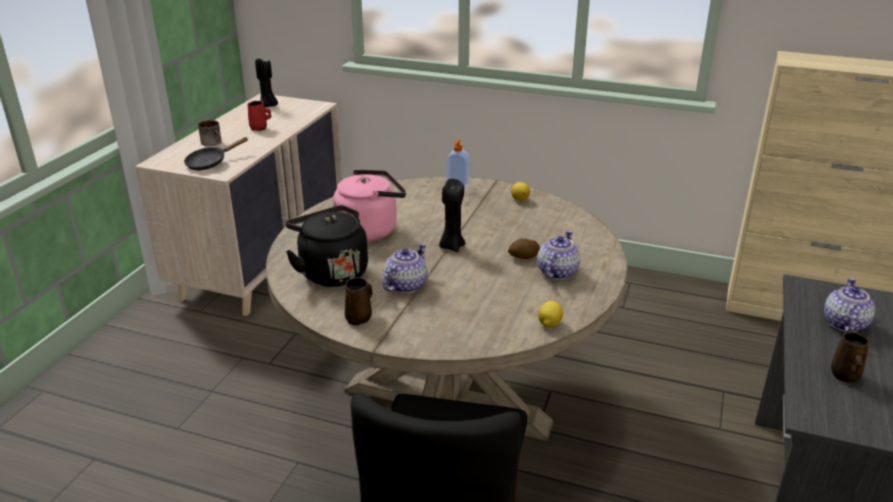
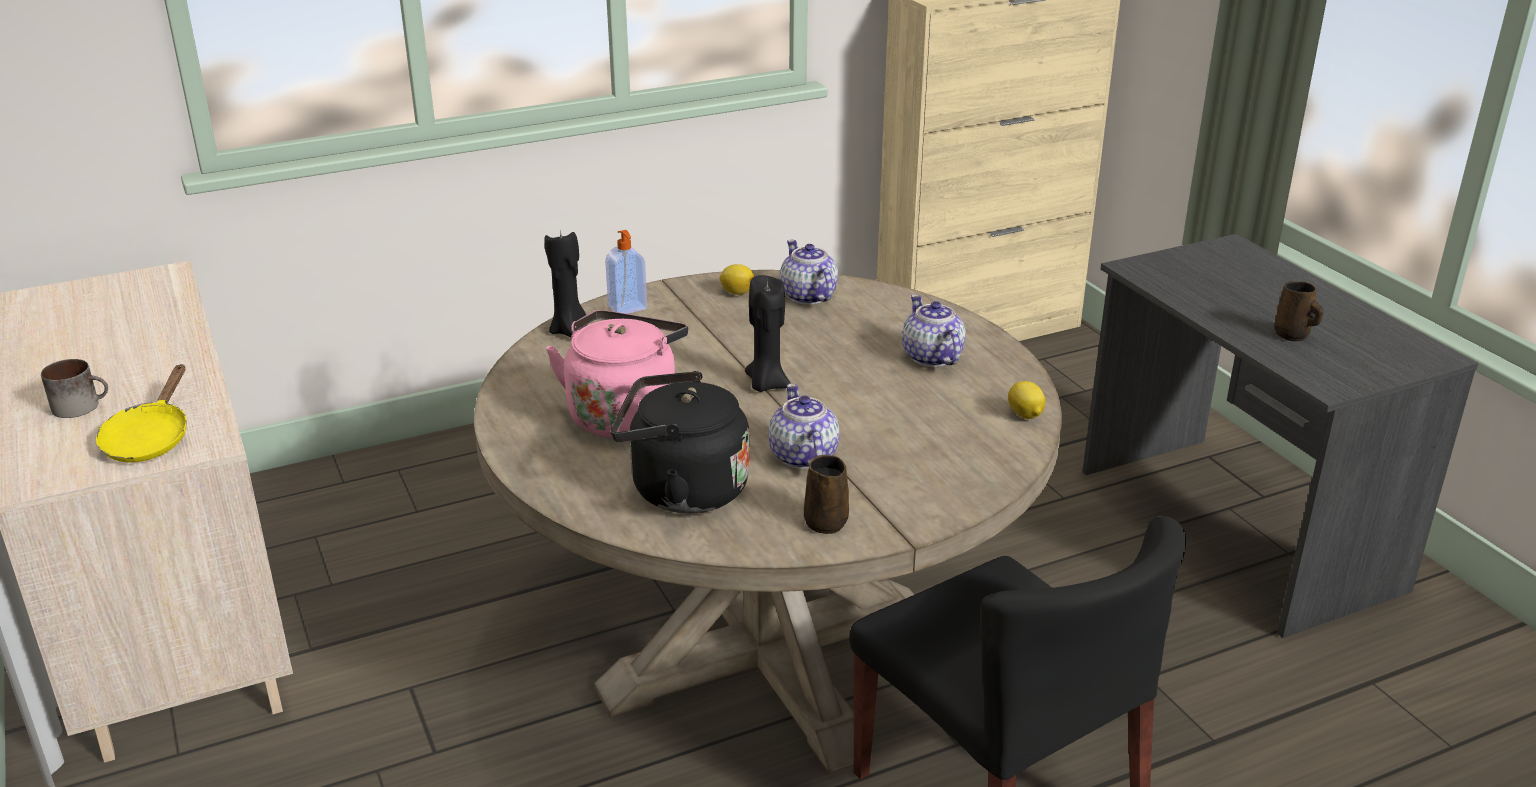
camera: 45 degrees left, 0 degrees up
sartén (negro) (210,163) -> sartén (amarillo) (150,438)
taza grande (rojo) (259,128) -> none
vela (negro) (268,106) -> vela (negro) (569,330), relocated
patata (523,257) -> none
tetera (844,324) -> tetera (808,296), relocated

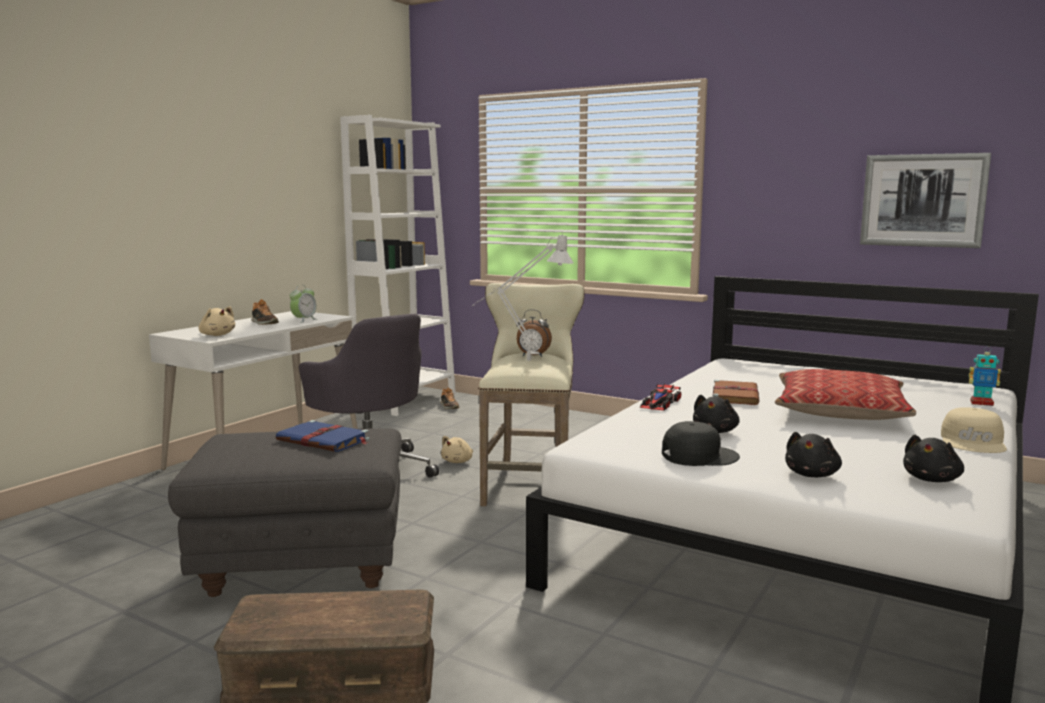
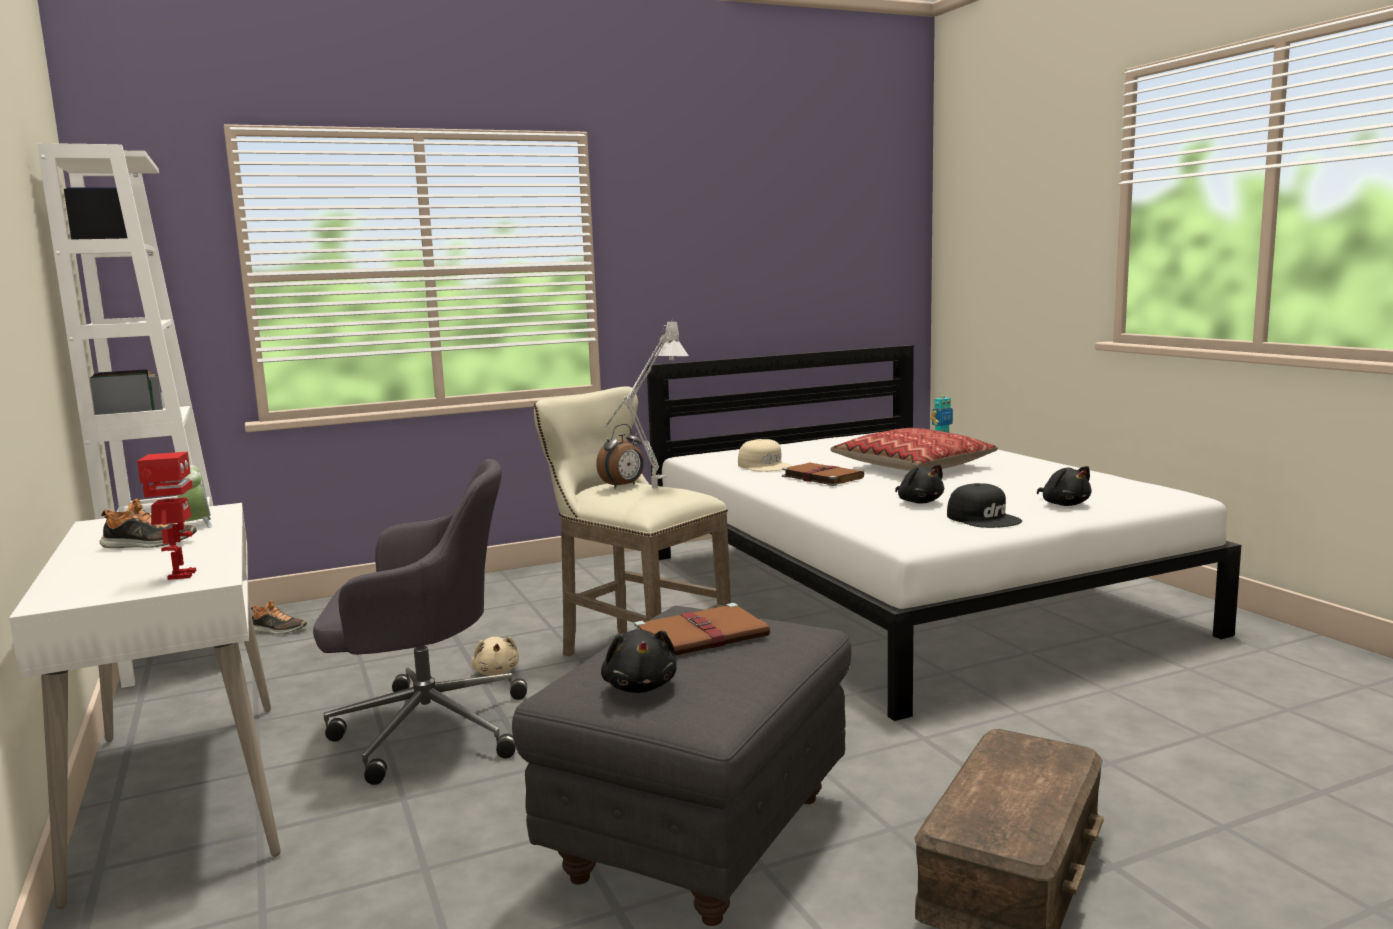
camera: 55 degrees left, 0 degrees up
peluche (beis) (217,335) -> robot de juguete (180,575)
libro (azul) (324,440) -> libro (marrón) (703,636)
coche de juguete (660,403) -> none
gorra (negro) (698,456) -> gorra (negro) (984,518), 120 degrees clockwise
cuadro (923,200) -> none
peluche (negro) (932,479) -> peluche (negro) (640,686), relocated
gorra (beis) (974,442) -> gorra (beis) (765,466), relocated

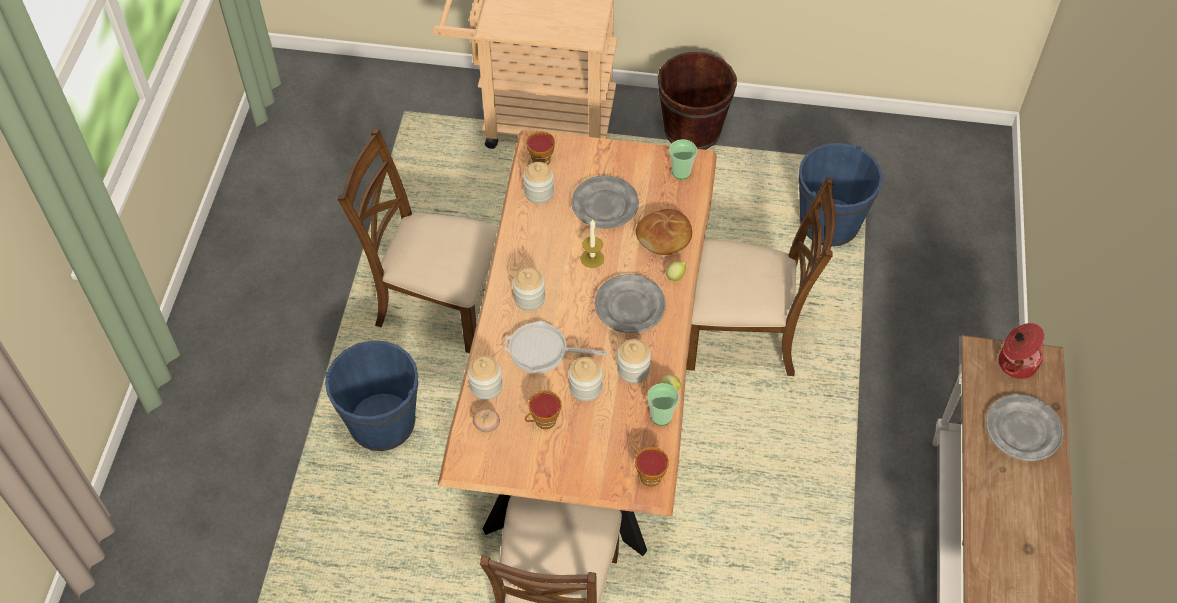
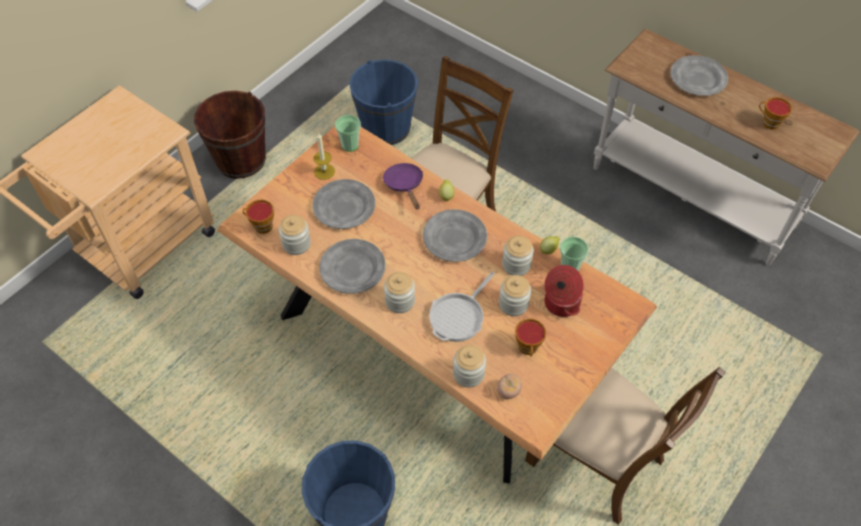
camera: 60 degrees left, 0 degrees up
silla (marrón) (438,304) -> none
vela (592,258) -> vela (324,171), relocated
taza (650,474) -> taza (768,122), relocated
pan (664,237) -> sartén (morado) (404,185)
olla (1016,363) -> olla (560,303), relocated
none -> plato (gris) (353,268)

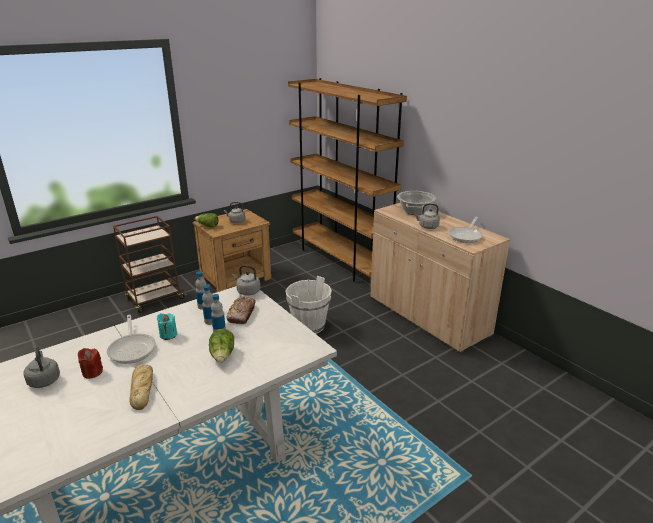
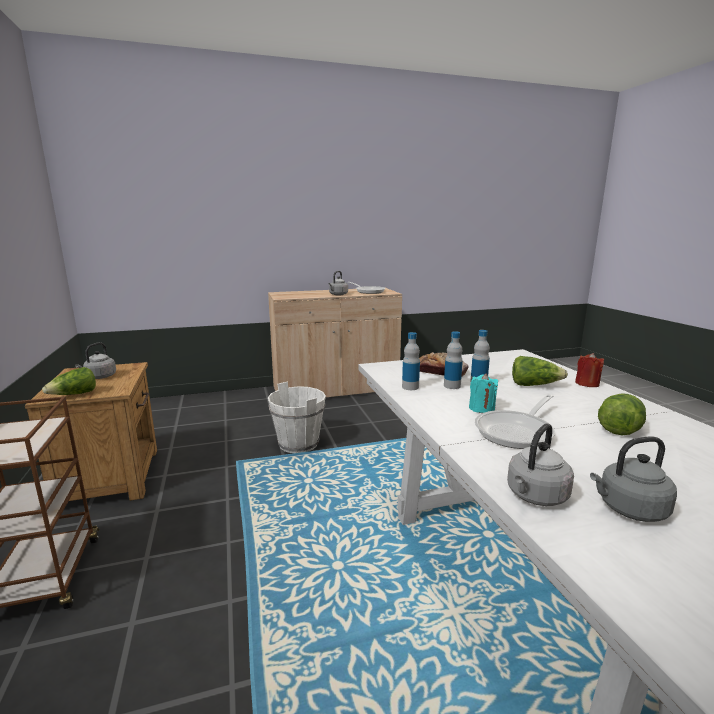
camera: 70 degrees left, 10 degrees down
vela (rojo) (92,372) -> vela (rojo) (587,383), relocated
sartén (132,348) -> sartén (517,431), 135 degrees clockwise
pan (142,389) -> lechuga (619,427)
hervidor (gris) (247,291) -> hervidor (gris) (535,496), relocated
estantería (marrón) (340,260) -> none
olla (415,211) -> none

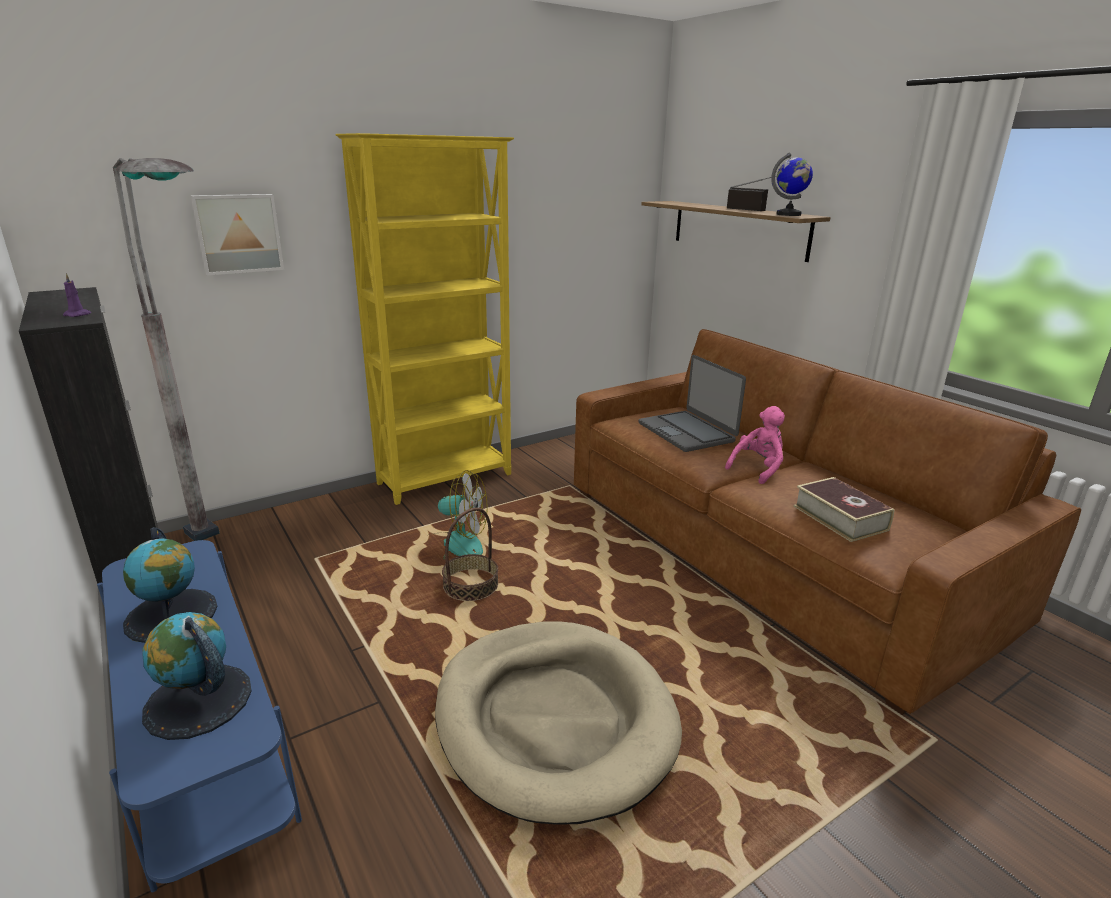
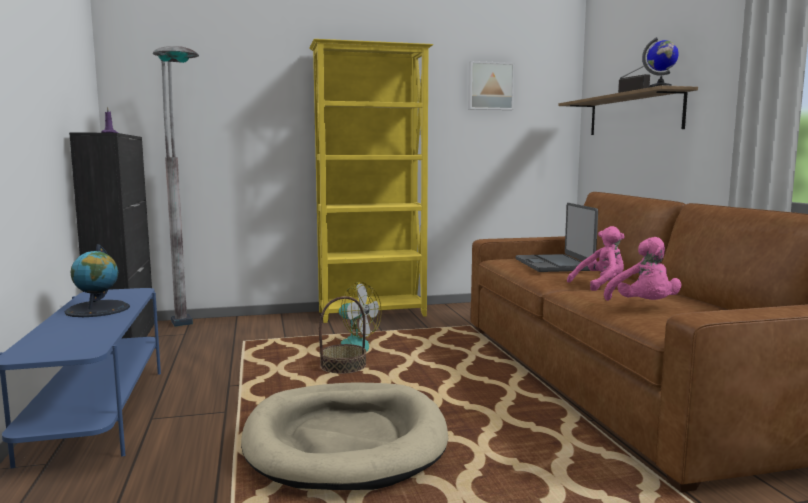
camera: 20 degrees right, 15 degrees down
globo terráqueo (198,701) -> none
cuadro (238,233) -> cuadro (490,86), relocated
libro (840,518) -> peluche (rosa) (643,306)

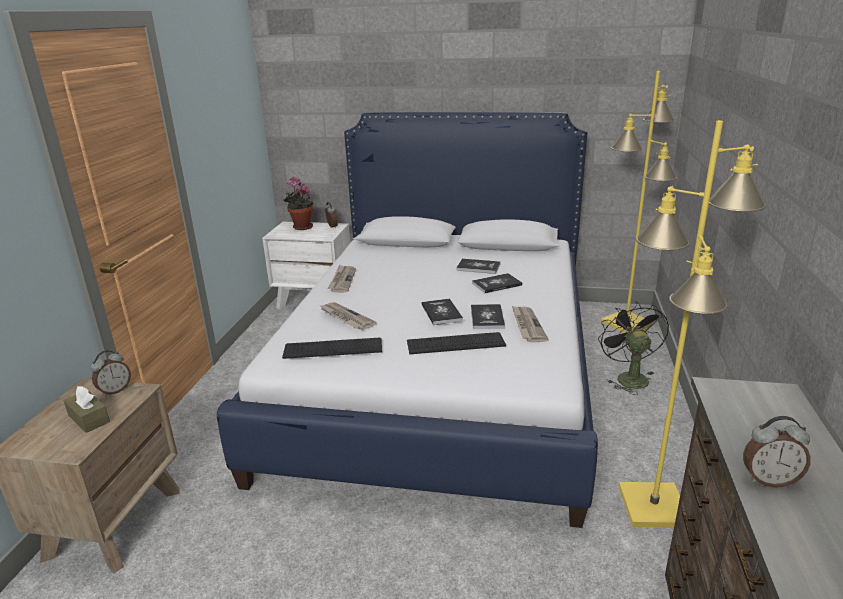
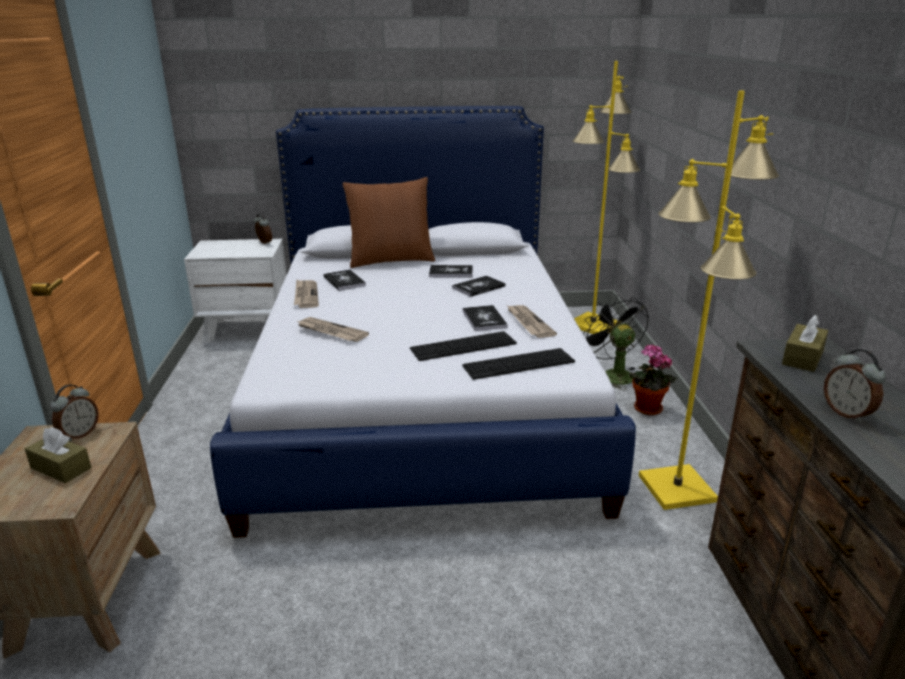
camera: 15 degrees left, 0 degrees up
teclado (333,348) -> teclado (518,364), relocated
planta en maceta (301,227) -> planta en maceta (646,410), relocated
libro (441,312) -> libro (344,281), relocated
despertador (769,480) -> despertador (847,413), 75 degrees clockwise
none -> cojín (marrón) (391,260)
none -> caja de pañuelos (marrón) (802,357)

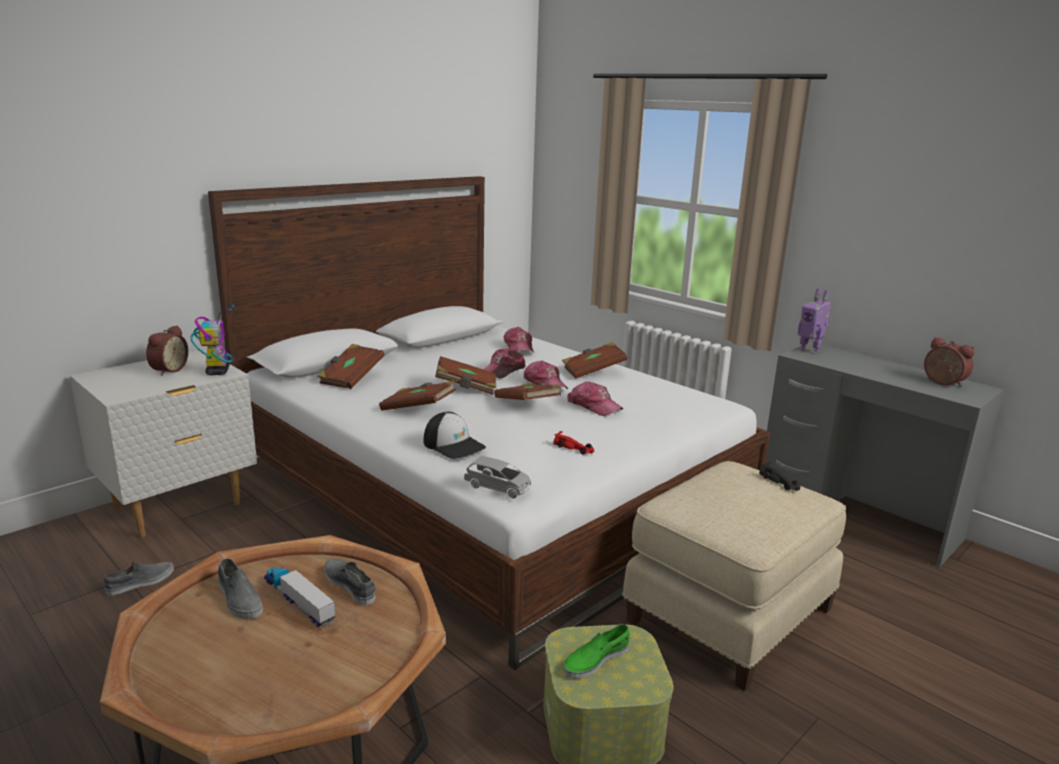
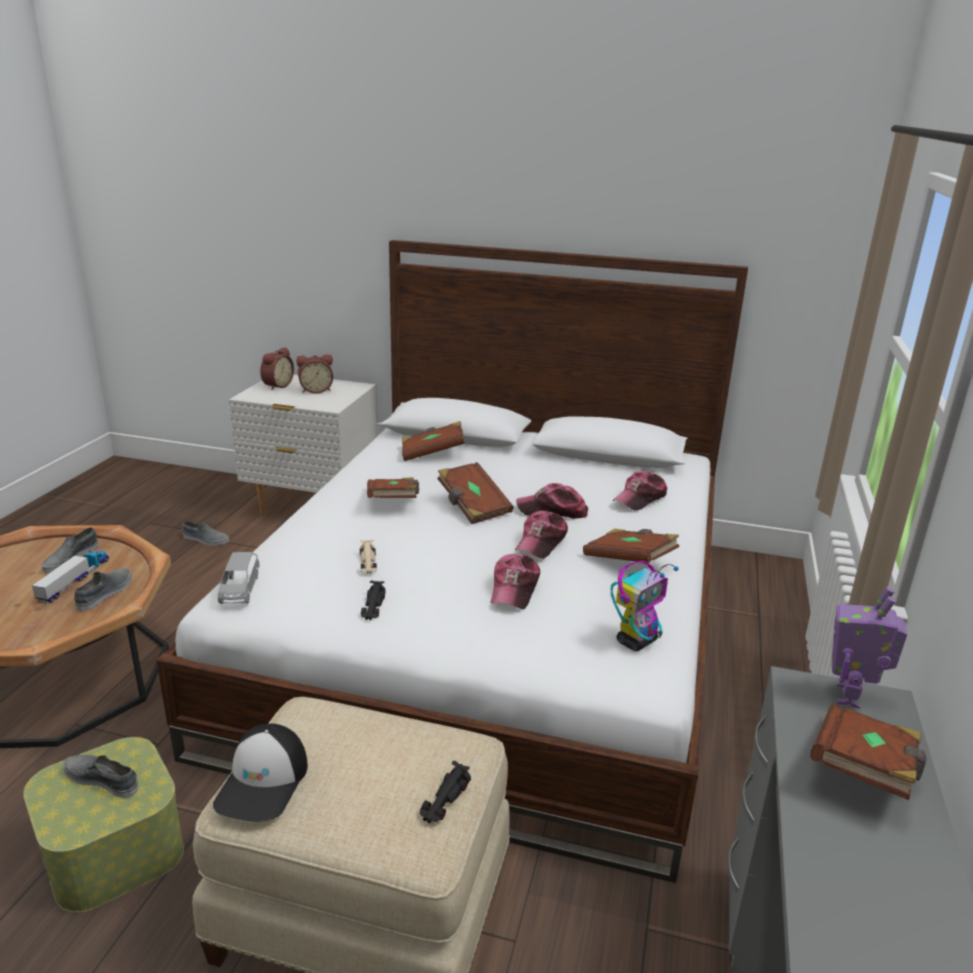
camera: 60 degrees right, 5 degrees up
robot de juguete (218,371) -> robot de juguete (637,641), relocated
gorra (454,445) -> gorra (263,783), relocated
libro (marrón) (527,405) -> libro (marrón) (864,770), relocated
coche de juguete (rojo) (574,448) -> coche de juguete (negro) (373,606)
zapato (verde) (595,659) -> zapato (gris) (102,779)
despertador (942,383) -> despertador (276,385), relocated
none -> coche de juguete (beis) (368,562)

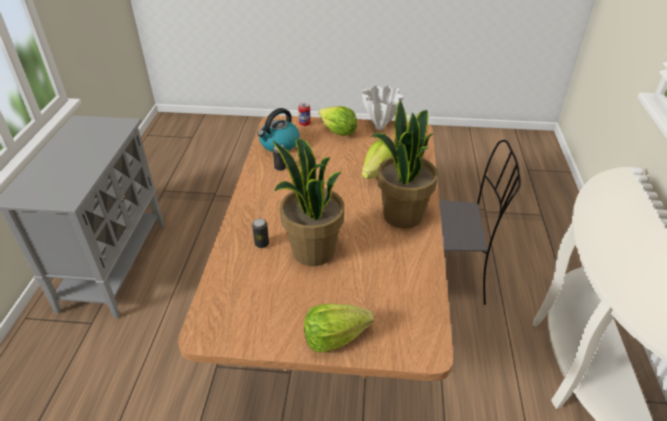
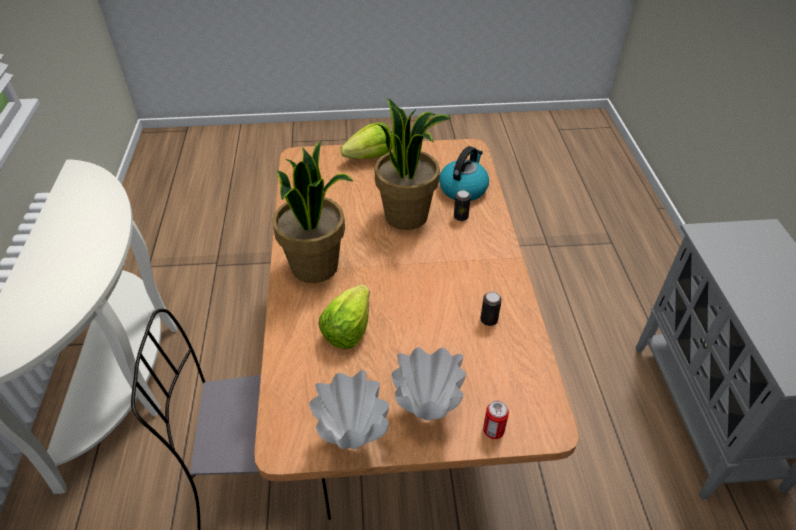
camera: 170 degrees right, 5 degrees up
hervidor (279,144) -> hervidor (463,188), relocated
lechuga (338,132) -> florero (blanco) (426,414)

